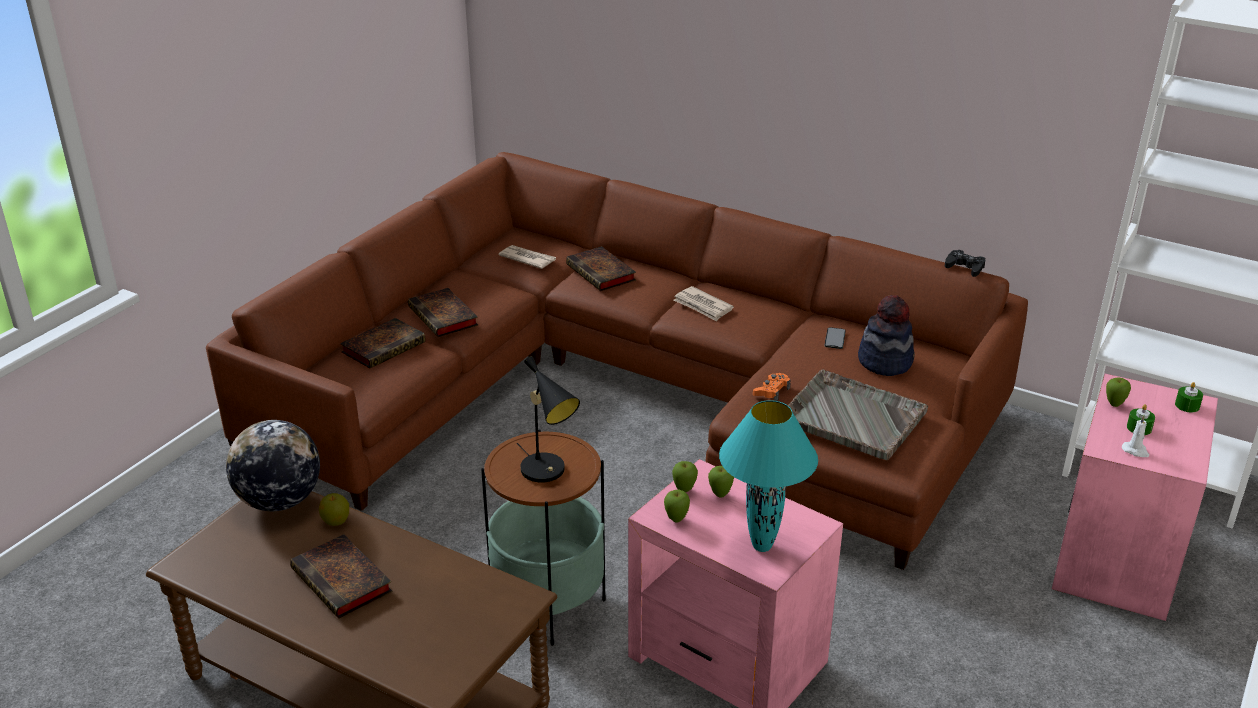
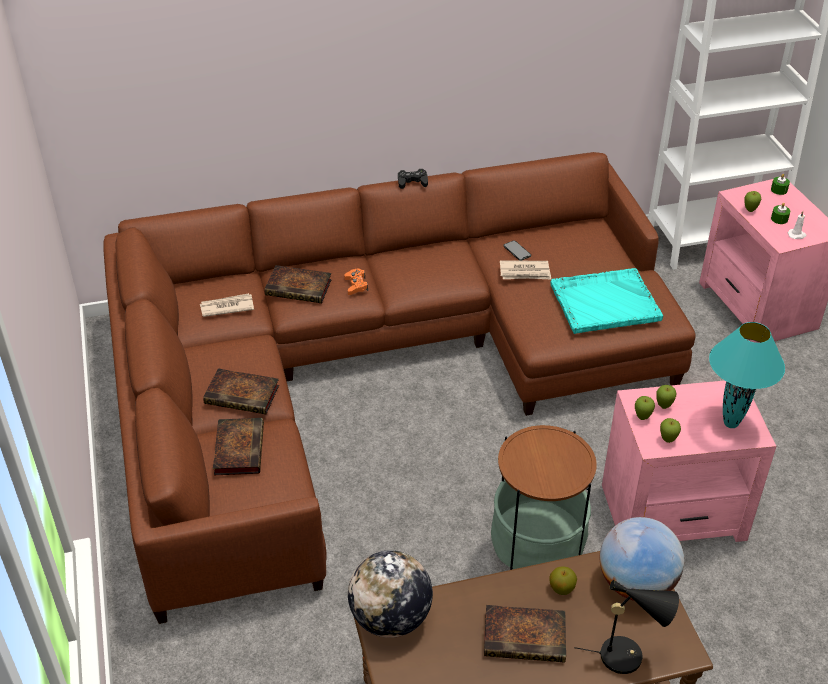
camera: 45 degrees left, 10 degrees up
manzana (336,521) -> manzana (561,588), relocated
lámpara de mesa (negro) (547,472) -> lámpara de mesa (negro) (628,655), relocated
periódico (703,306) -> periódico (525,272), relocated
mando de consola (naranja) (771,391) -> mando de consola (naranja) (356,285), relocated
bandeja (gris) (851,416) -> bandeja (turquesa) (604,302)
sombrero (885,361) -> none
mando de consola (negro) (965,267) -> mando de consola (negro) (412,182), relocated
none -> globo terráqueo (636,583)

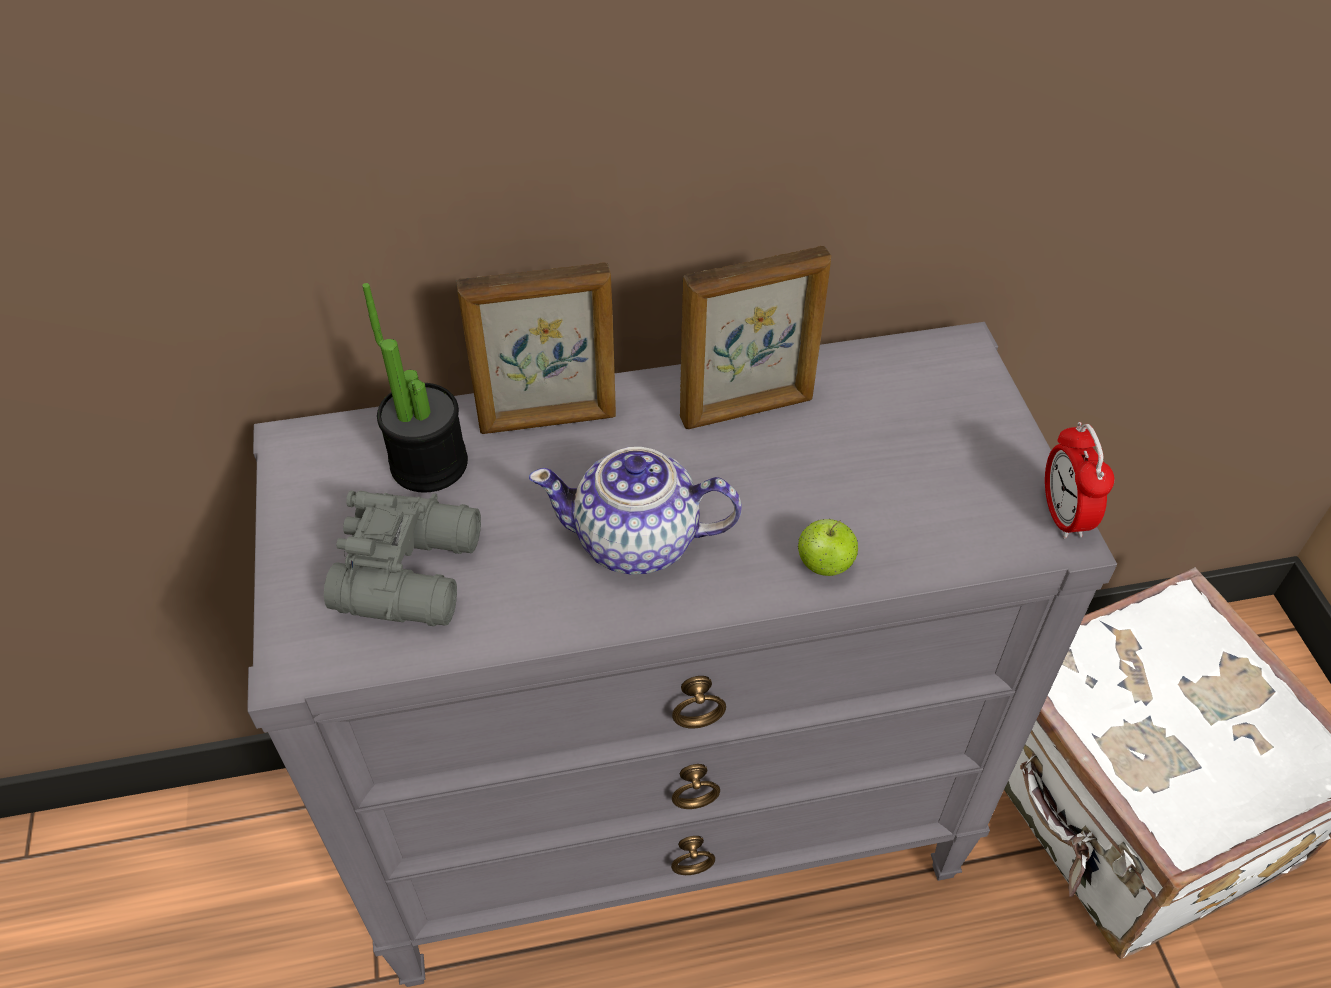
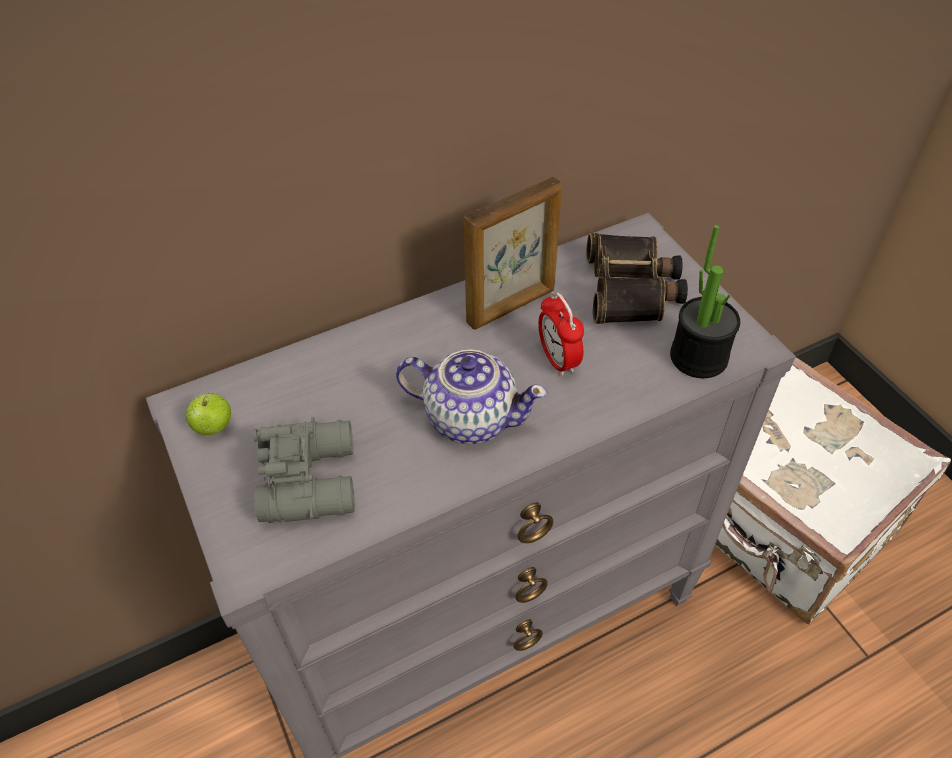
camera: 15 degrees left, 0 degrees up
planta en maceta (429,464) -> planta en maceta (698,357), relocated
portarretratos (548,421) -> none
tetera (638,541) -> tetera (470,417), 150 degrees counterclockwise
manzana (824,565) -> manzana (214,427), relocated
despertador (1063,516) -> despertador (558,360), relocated
none -> prismáticos (632,288)

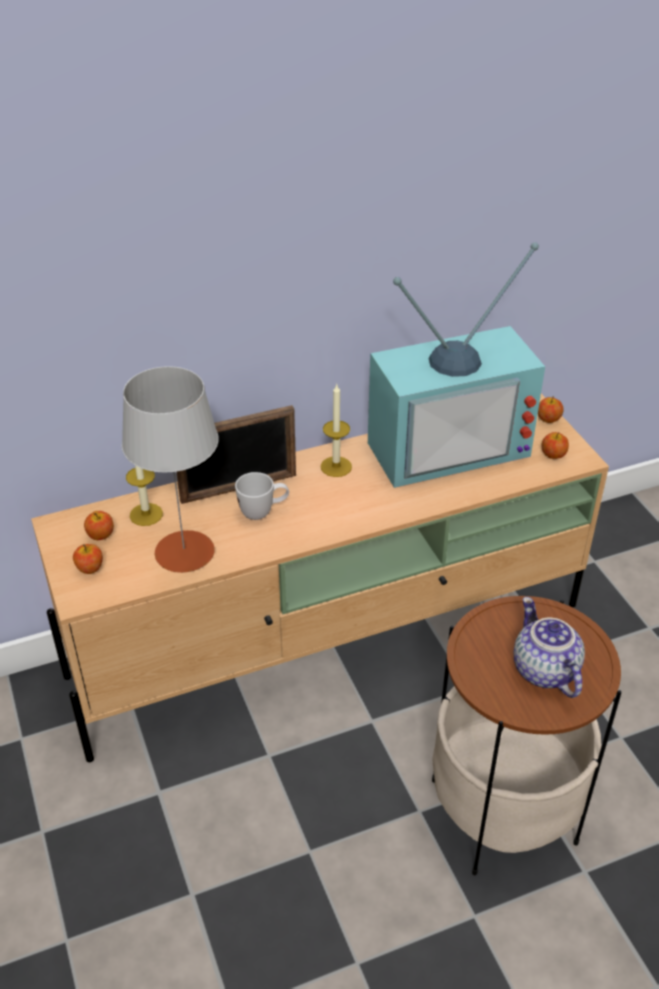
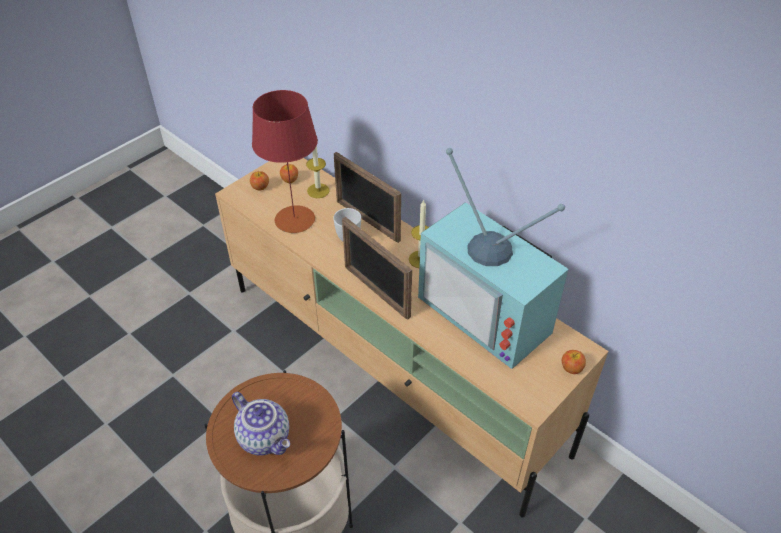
camera: 65 degrees right, 5 degrees up
lámpara de mesa (gris) (184,552) -> lámpara de mesa (rojo) (294,219)
tetera (543,670) -> tetera (265,437), 90 degrees clockwise
manzana (553,455) -> none
none -> portarretratos (376,291)

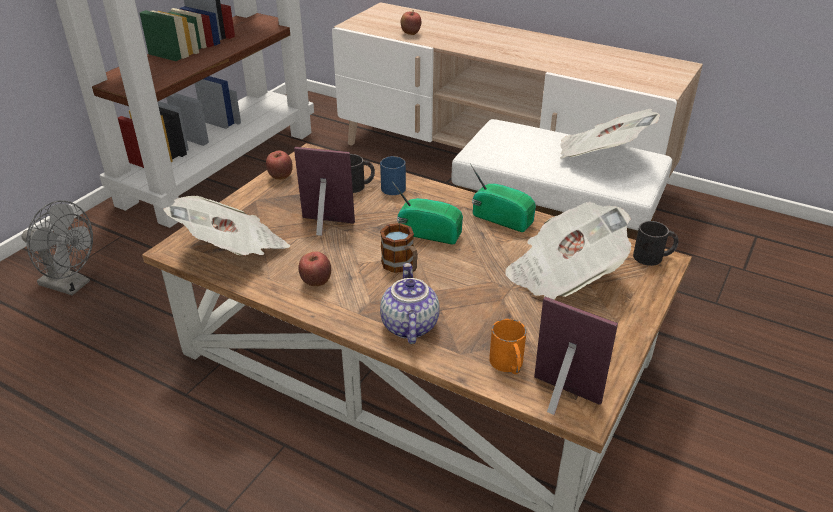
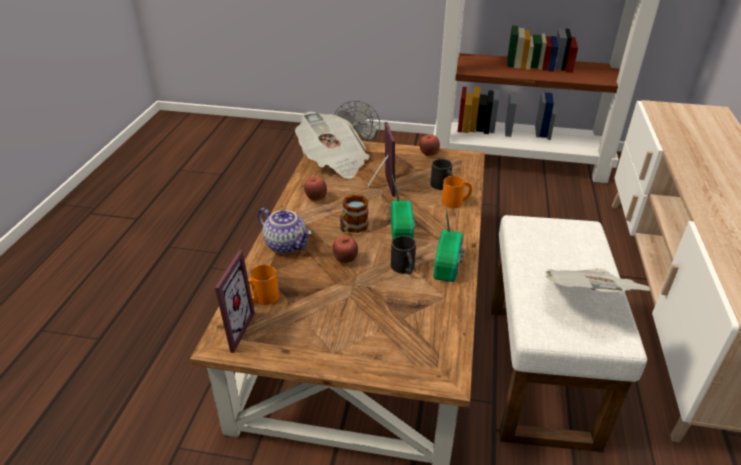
camera: 70 degrees right, 0 degrees up
taza grande (azul) (394,185) -> taza grande (naranja) (456,202)
tetera (408,325) -> tetera (287,245), 60 degrees clockwise
manzana (411,34) -> manzana (345,260), relocated
periódico (563,275) -> none
taza grande (negro) (653,257) -> taza grande (negro) (404,269), relocated

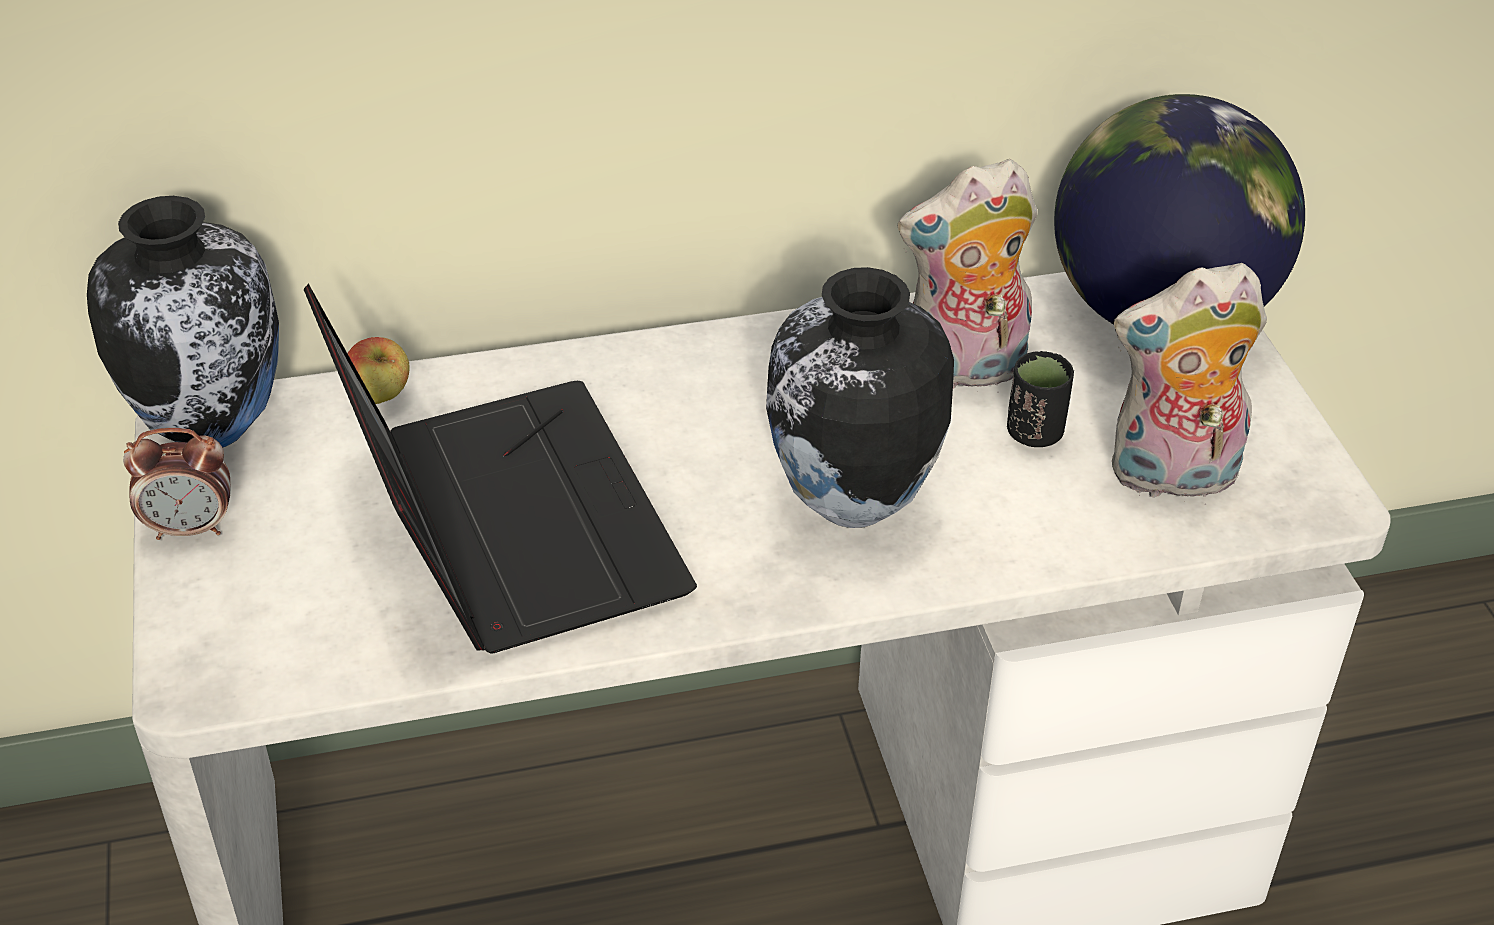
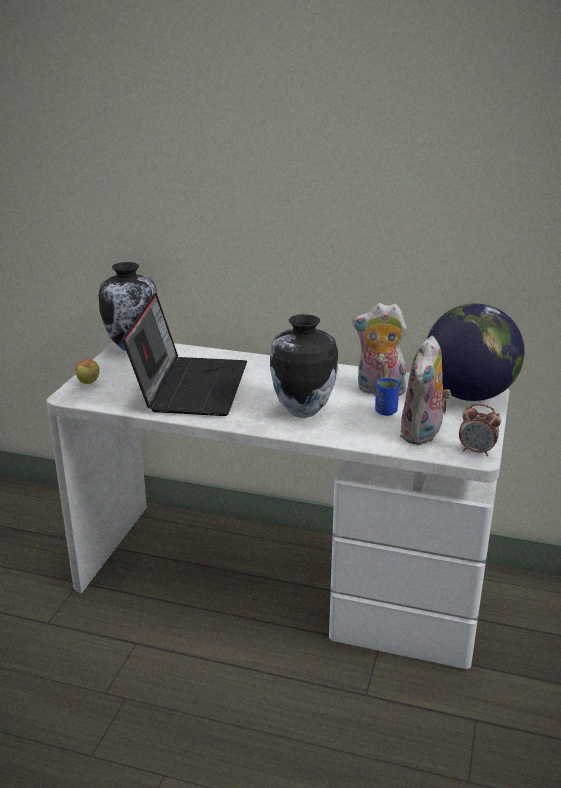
camera: 30 degrees right, 15 degrees down
despertador (191,528) -> despertador (477,451), relocated
manzana (381,398) -> manzana (88,383), relocated
taza (negro) (1034,433) -> taza (azul) (386,411)
peluche (1171,477) -> peluche (423,434), 90 degrees counterclockwise

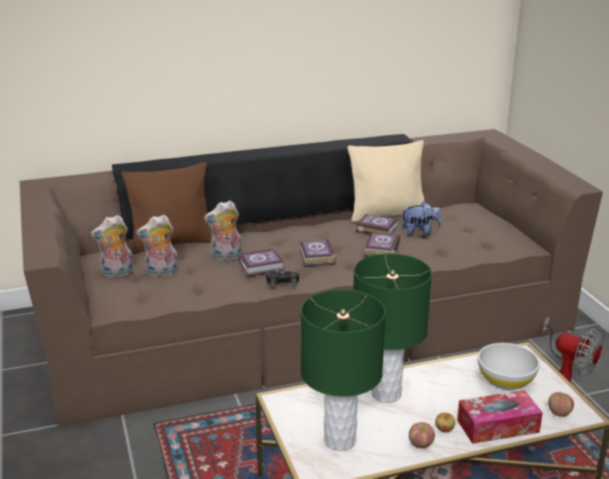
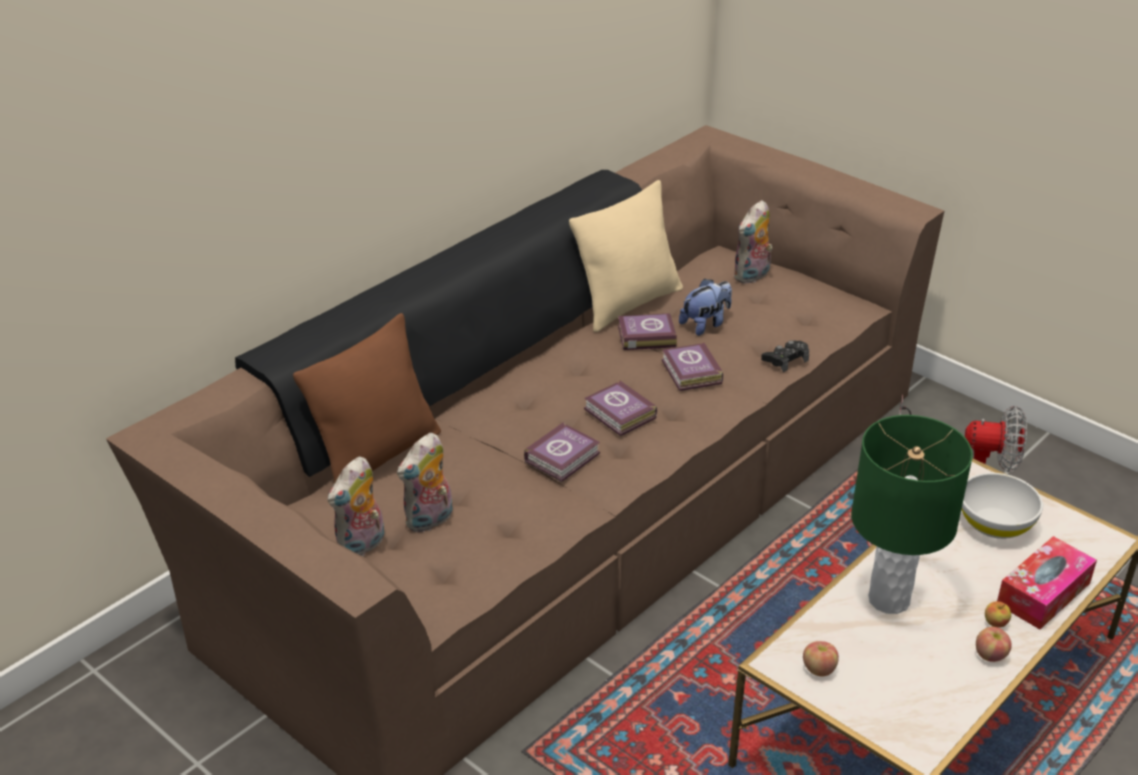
camera: 30 degrees left, 10 degrees up
peluche (226,258) -> peluche (752,276), relocated
mando de consola (negro) (282,282) -> mando de consola (negro) (785,359), relocated
lámpara de mesa (verde) (339,440) -> none
manzana (559,413) -> manzana (818,669), relocated

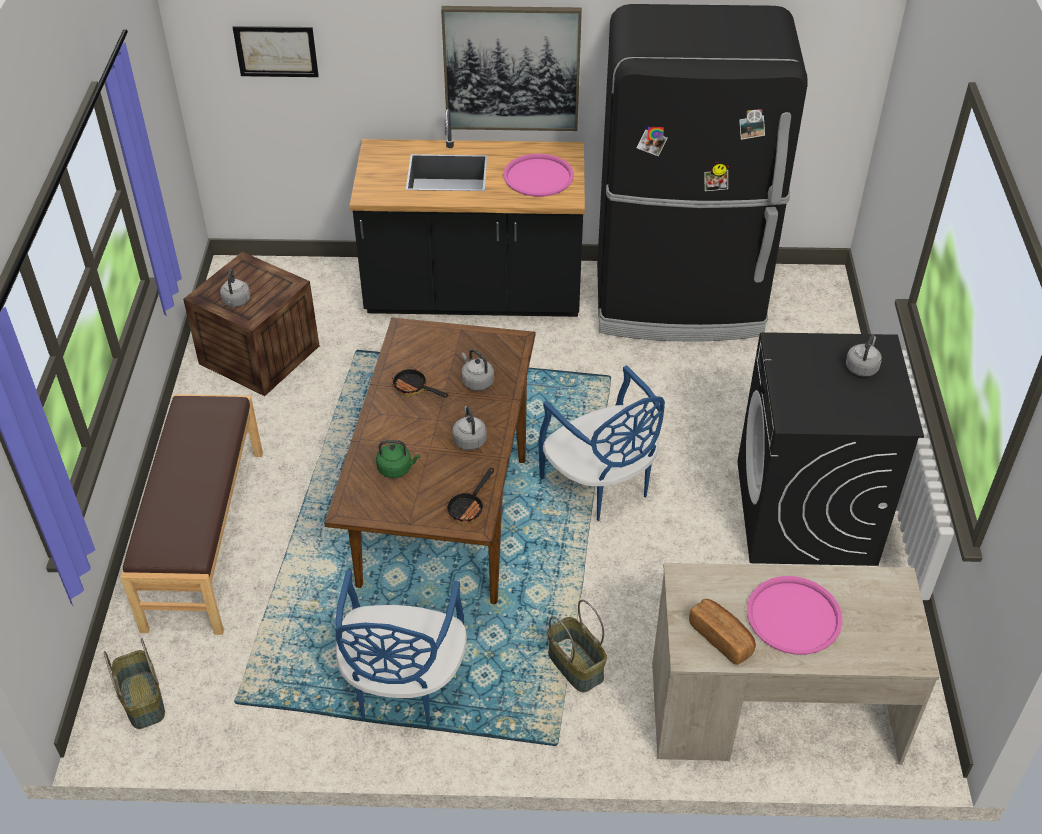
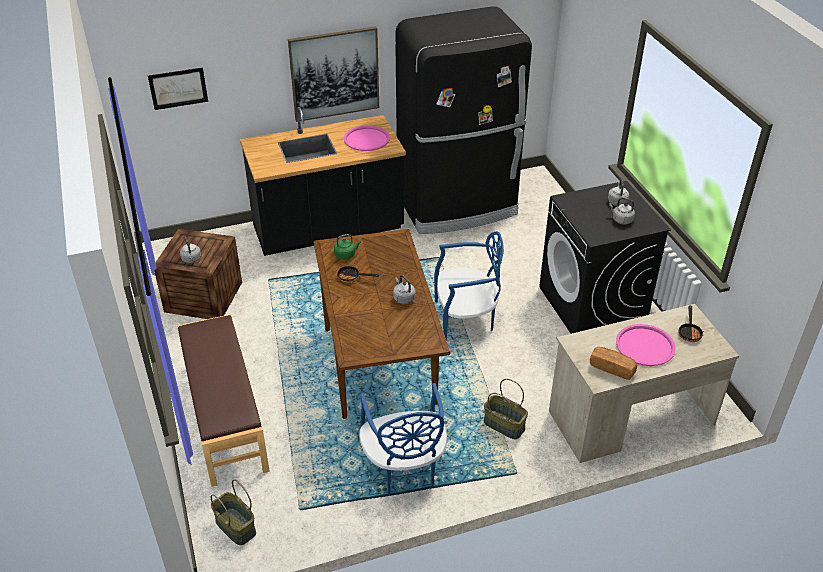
camera: 20 degrees left, 5 degrees down
hervidor (verde) (396,469) -> hervidor (verde) (346,254), relocated
sartén (469,507) -> sartén (689,332), relocated
hervidor (gris) (476,381) -> hervidor (gris) (621,220), relocated
silla (azul) (600,485) -> silla (azul) (465,320), 45 degrees counterclockwise

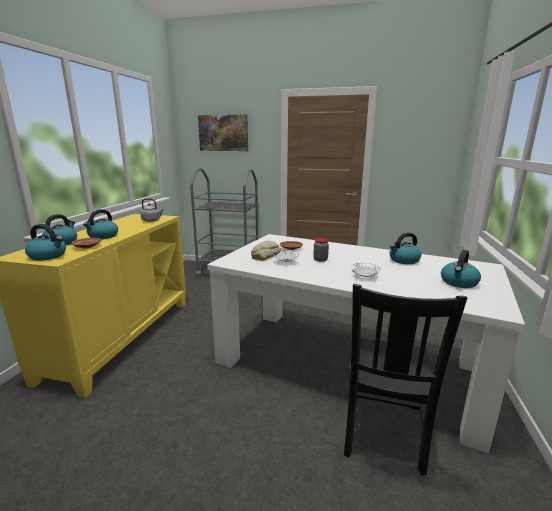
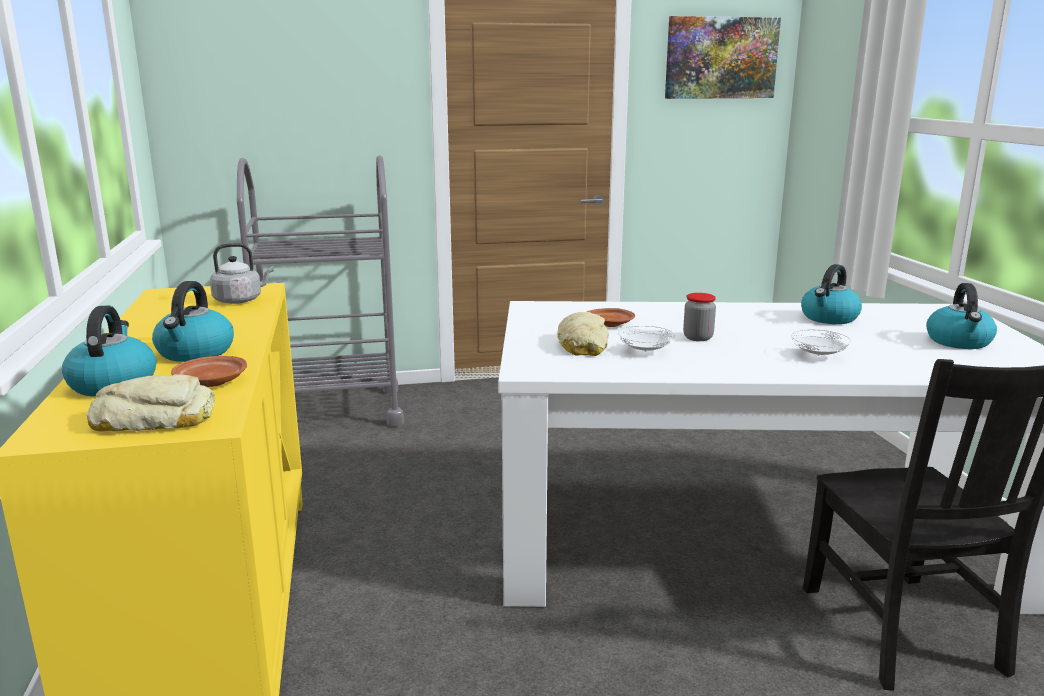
camera: 25 degrees left, 0 degrees up
hervidor (48,256) -> pan (155,419)
cuadro (223,133) -> cuadro (721,58), relocated

